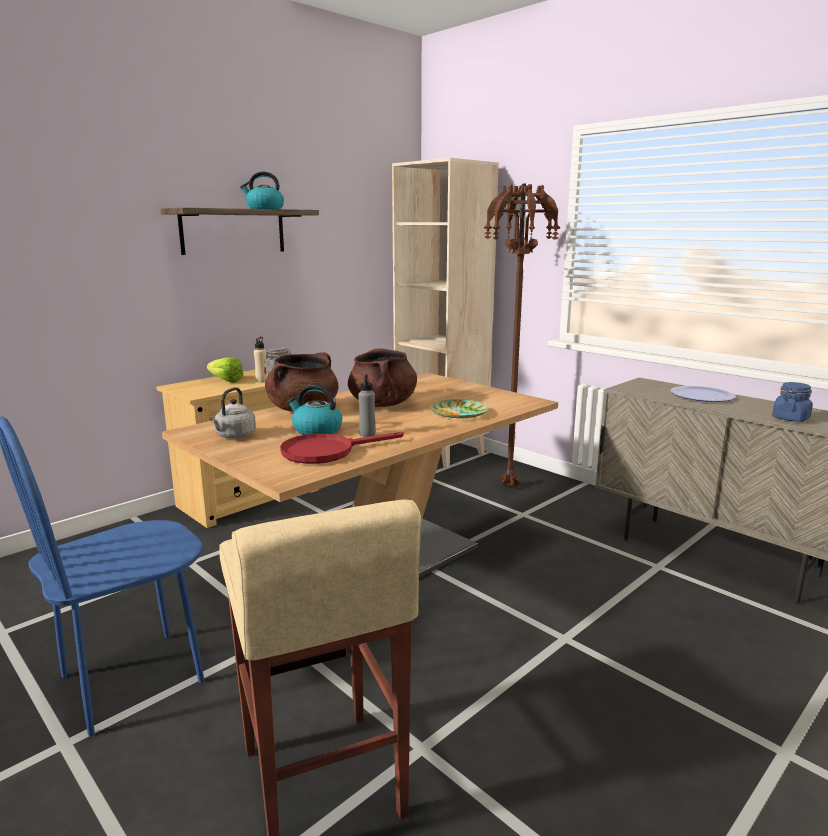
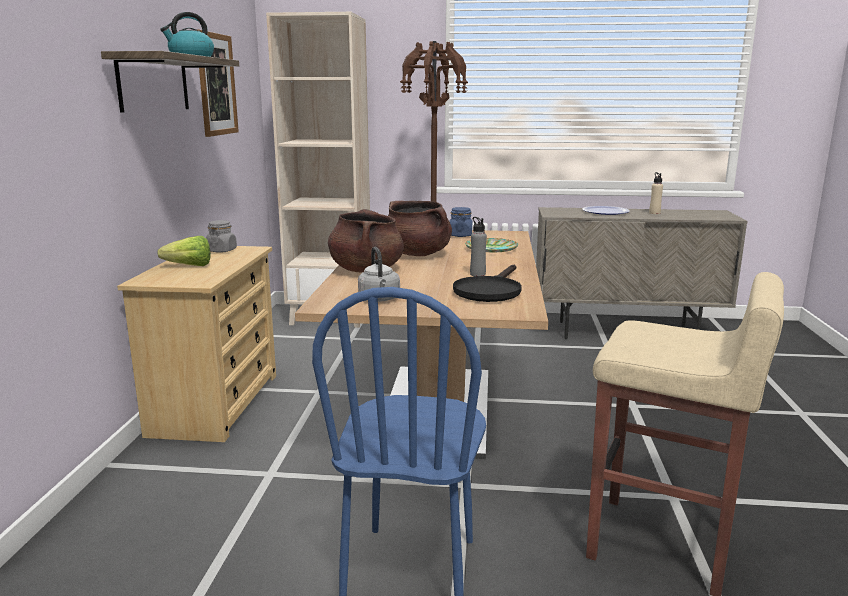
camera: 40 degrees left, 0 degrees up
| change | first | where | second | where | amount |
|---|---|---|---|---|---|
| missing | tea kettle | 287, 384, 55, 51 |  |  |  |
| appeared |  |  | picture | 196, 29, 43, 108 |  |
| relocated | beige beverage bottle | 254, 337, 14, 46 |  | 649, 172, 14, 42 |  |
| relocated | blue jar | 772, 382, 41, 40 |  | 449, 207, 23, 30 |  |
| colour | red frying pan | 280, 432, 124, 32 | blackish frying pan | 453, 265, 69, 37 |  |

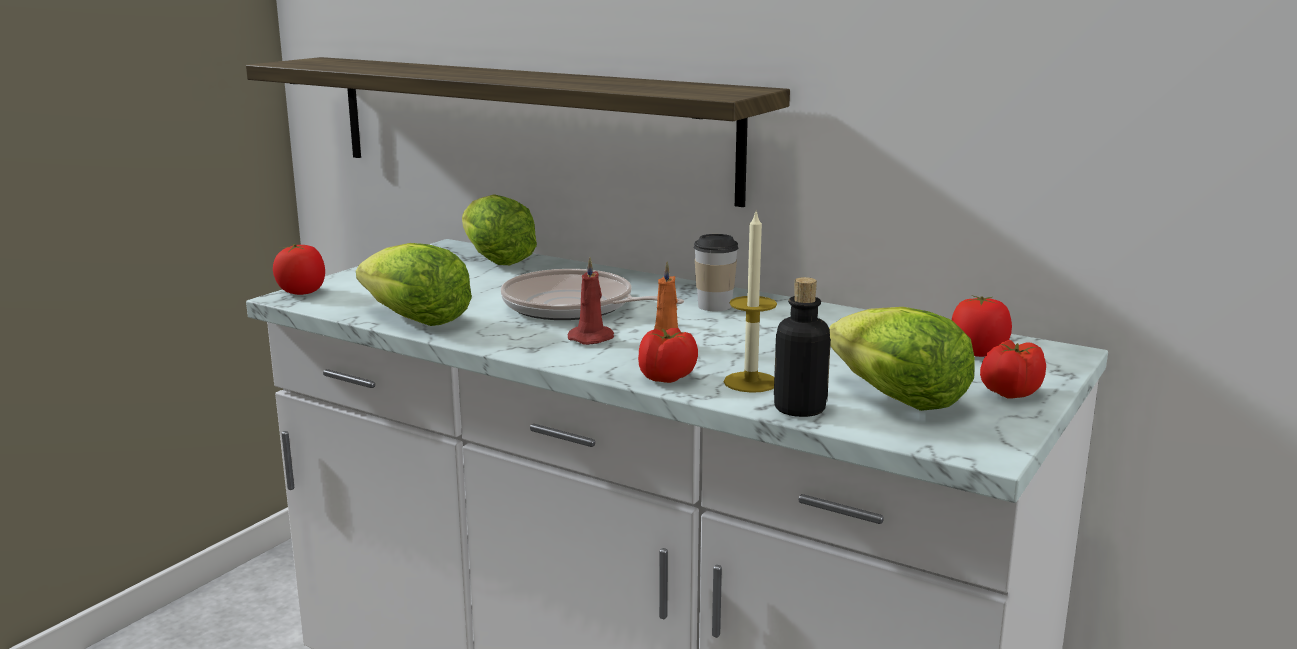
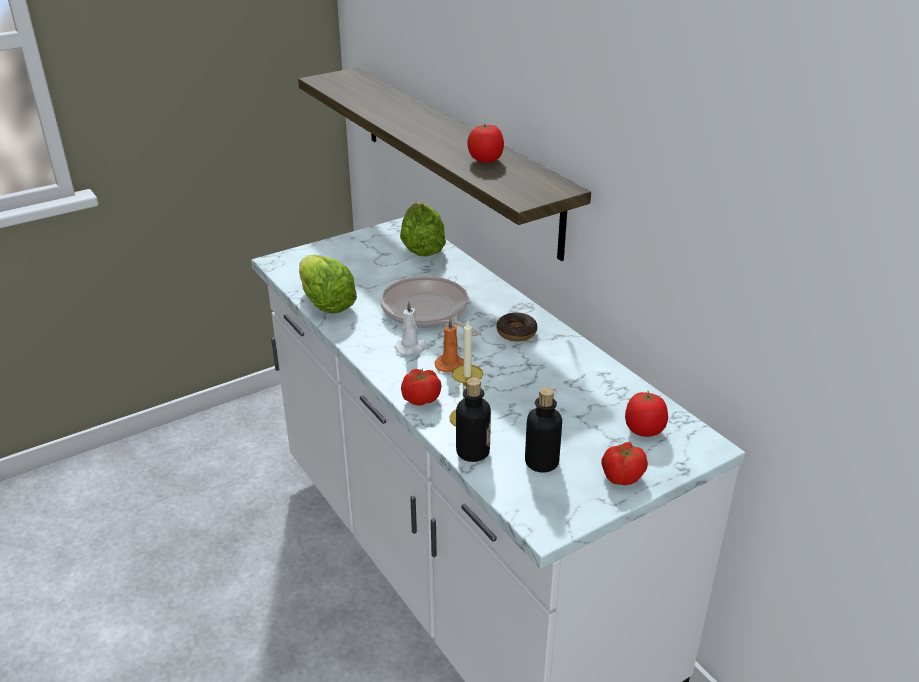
camera: 25 degrees right, 15 degrees up
| change | first | where | second | where | amount |
|---|---|---|---|---|---|
| relocated | whole tomato | 273, 244, 52, 51 |  | 467, 124, 37, 39 |  |
| exchanged | drinking cup | 694, 234, 44, 77 | ring doughnut | 496, 312, 41, 29 |  |
| exchanged | lettuce head | 829, 307, 146, 104 | beverage bottle | 525, 387, 37, 86 |  |
| colour | red candle | 567, 257, 47, 88 | white-coloured candle | 395, 301, 33, 54 |  |

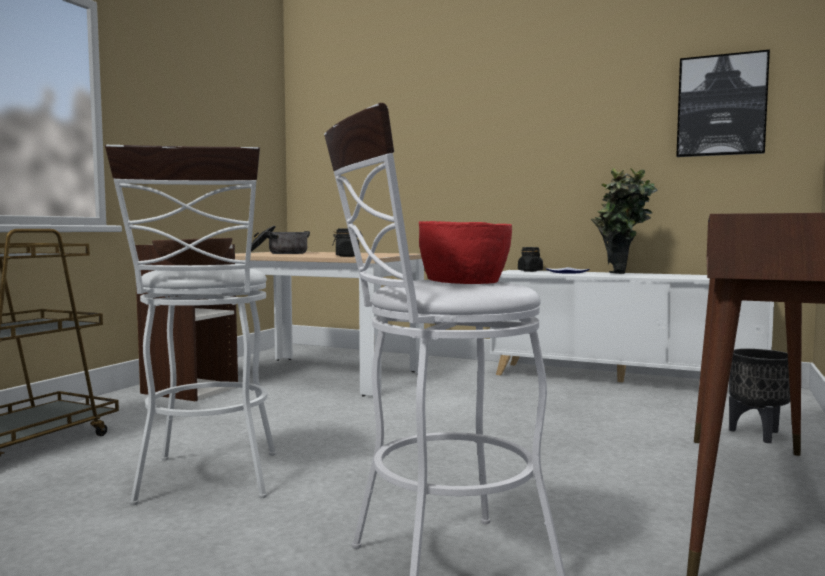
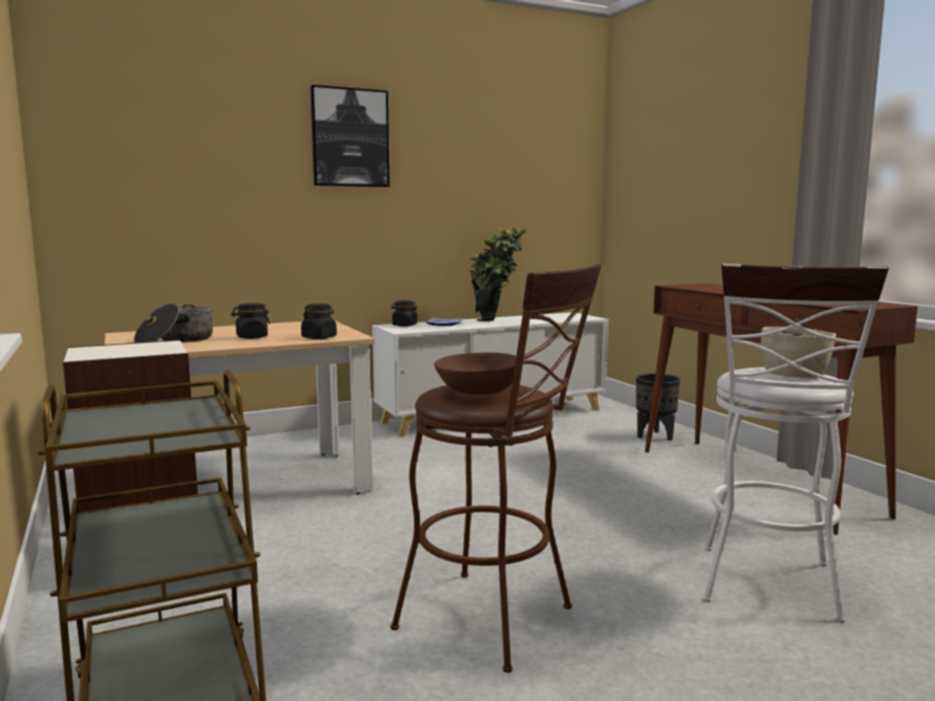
camera: 50 degrees left, 5 degrees up
| change | first | where | second | where | amount |
|---|---|---|---|---|---|
| appeared |  |  | blackish jar | 231, 303, 39, 36 |  |
| relocated | picture | 676, 49, 94, 108 |  | 310, 85, 80, 102 |  |
| colour | white-coloured stool | 105, 145, 171, 360 | brownish stool | 391, 264, 211, 409 |  |
| colour | red bowl | 419, 221, 93, 63 | beige bowl | 761, 327, 75, 51 |  |

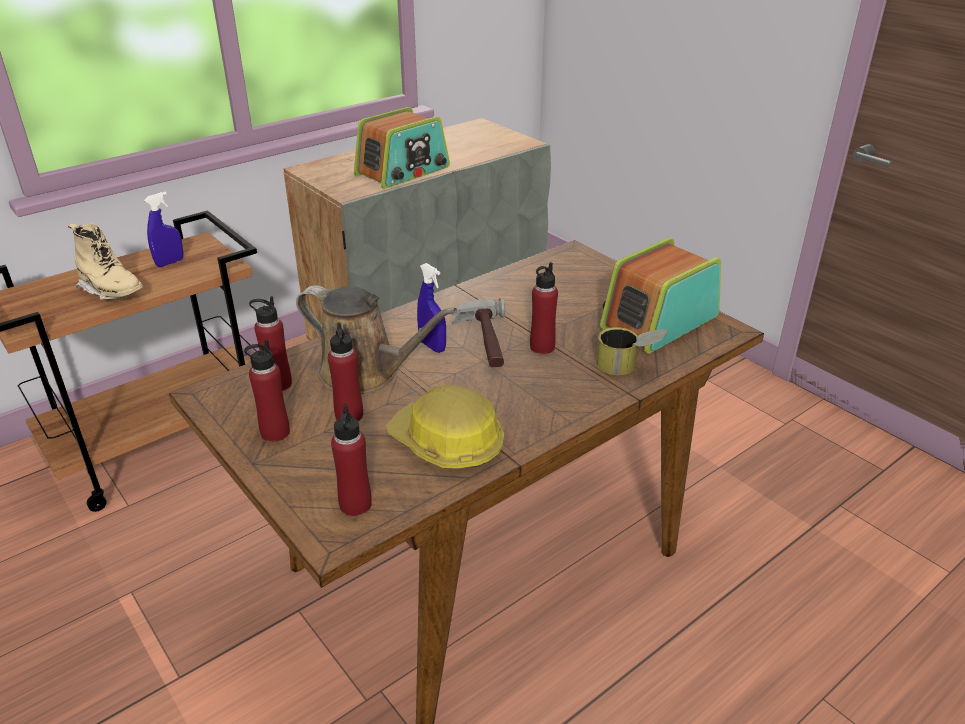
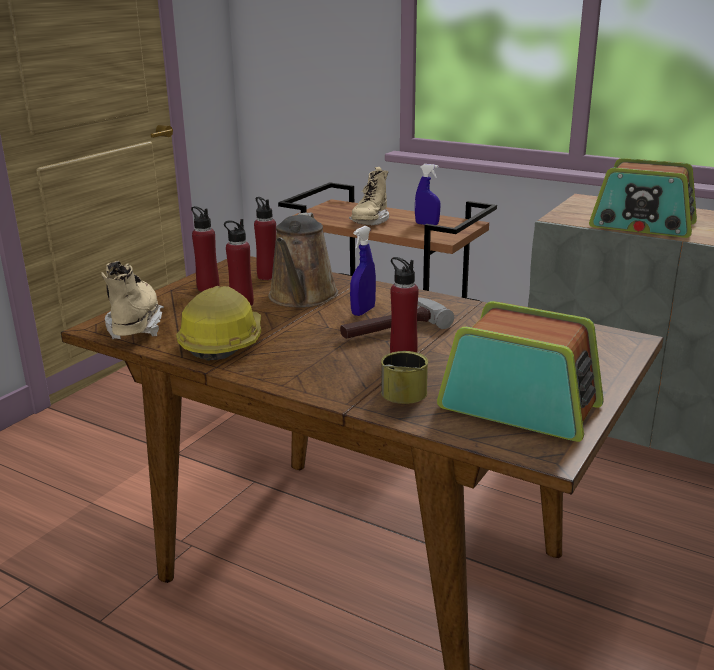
camera: 70 degrees right, 10 degrees down
| change | first | where | second | where | amount |
|---|---|---|---|---|---|
| exchanged | red beverage bottle | 331, 404, 41, 112 | beige high-top boot | 102, 261, 62, 78 |  |

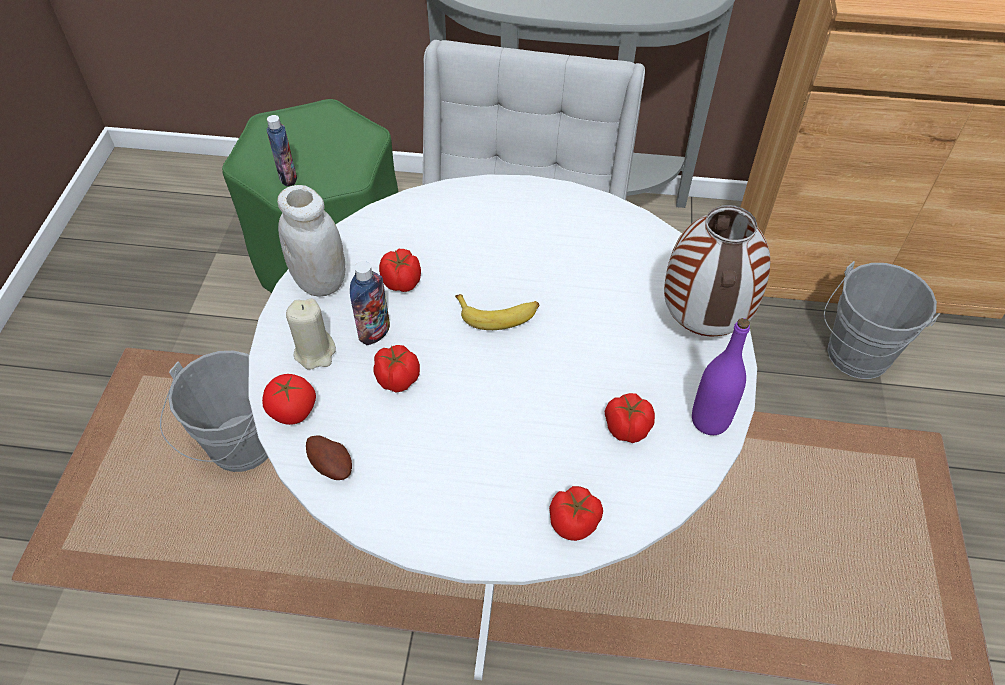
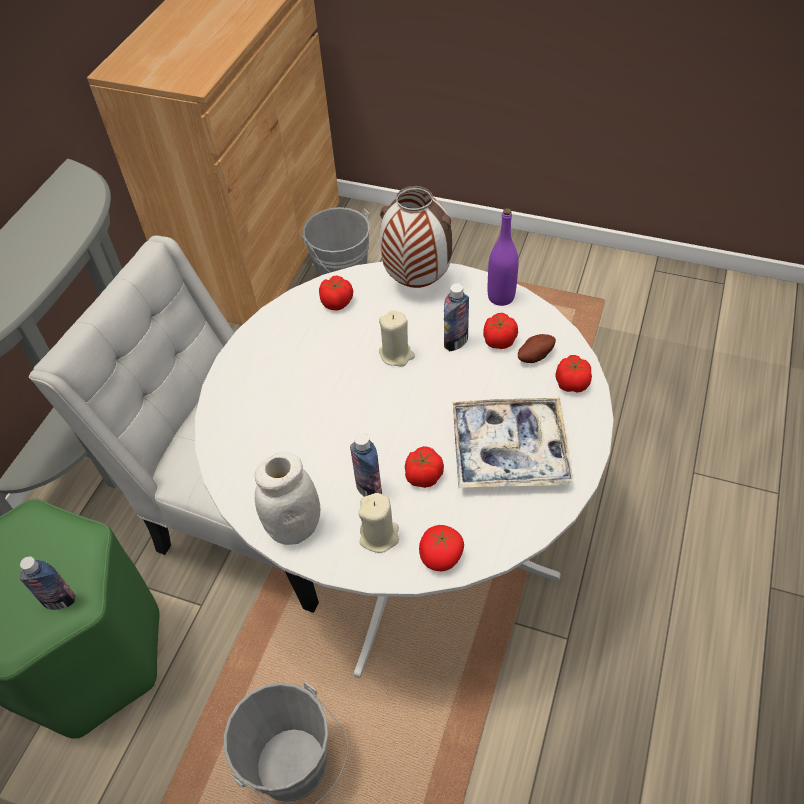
camera: 75 degrees left, 0 degrees up
| change | first | where | second | where | amount |
|---|---|---|---|---|---|
| missing | banana | 455, 294, 84, 36 |  |  |  |
| appeared |  |  | beige candle | 379, 310, 36, 57 |  |
| appeared |  |  | beverage bottle | 444, 283, 25, 68 |  |
| appeared |  |  | tray | 453, 398, 120, 90 |  |
| relocated | spud | 306, 435, 46, 45 |  | 518, 334, 38, 29 |  |
| relocated | whole tomato | 379, 249, 42, 43 |  | 319, 275, 34, 35 |  |

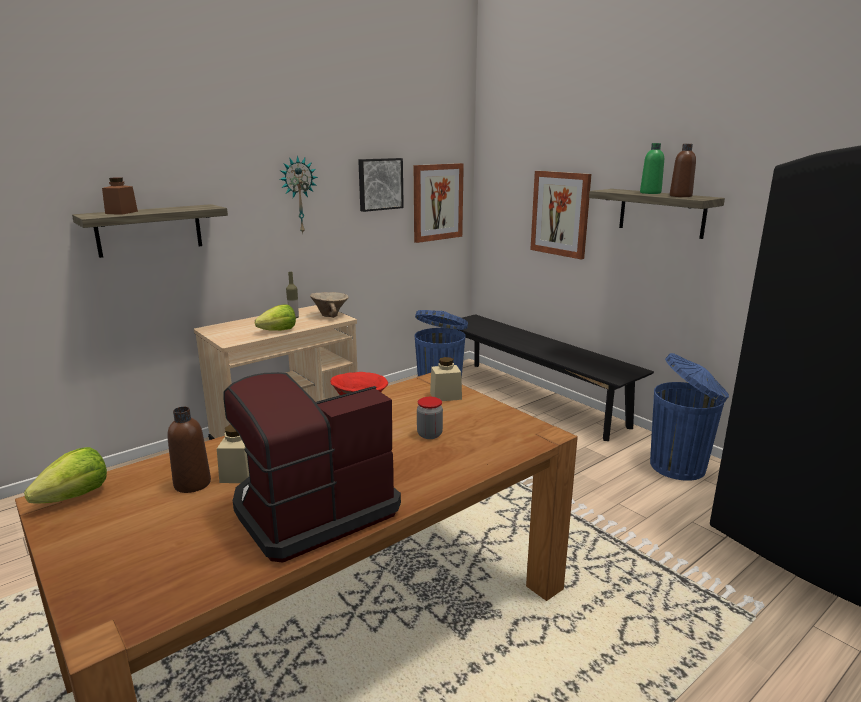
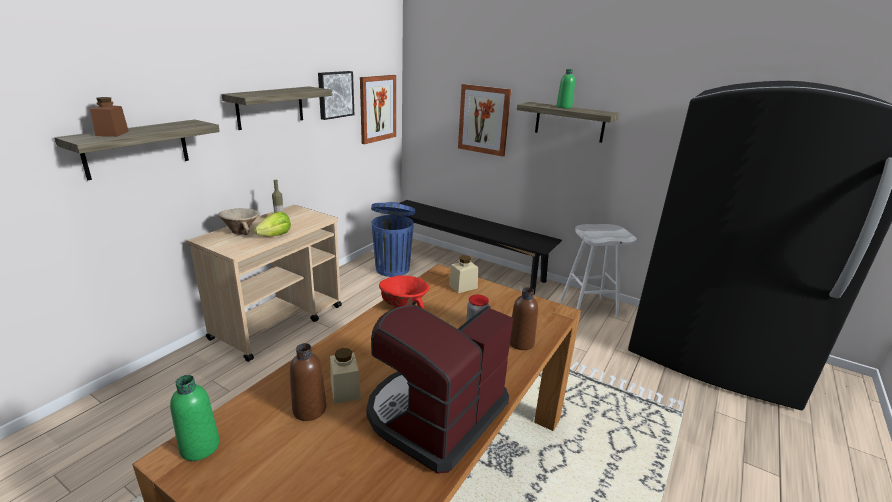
camera: 20 degrees left, 5 degrees up
| change | first | where | second | where | amount |
|---|---|---|---|---|---|
| relocated | beige bowl | 310, 292, 39, 26 |  | 218, 208, 41, 27 |  |
| relocated | brownish beverage bottle | 670, 144, 26, 53 |  | 510, 287, 28, 63 |  |
| exchanged | lettuce head | 24, 447, 83, 56 | green-coloured beverage bottle | 170, 375, 50, 86 |  |
| exchanged | wall clock | 280, 155, 38, 78 | shelf | 221, 86, 111, 44 |  |
| exchanged | blue trash can | 650, 353, 79, 128 | white-coloured stool | 560, 224, 77, 94 |  |

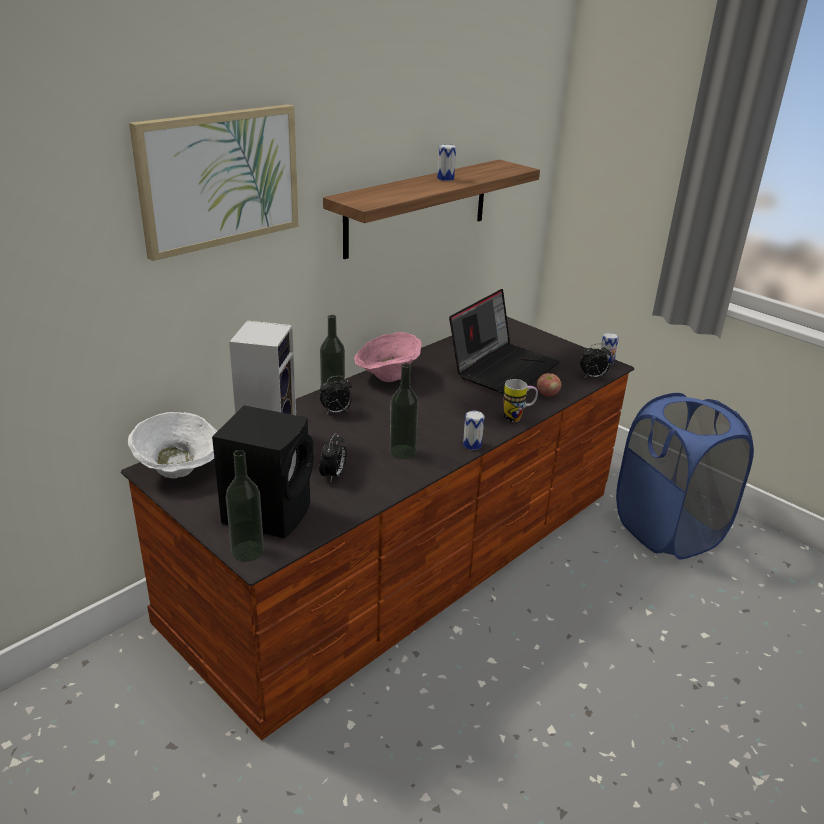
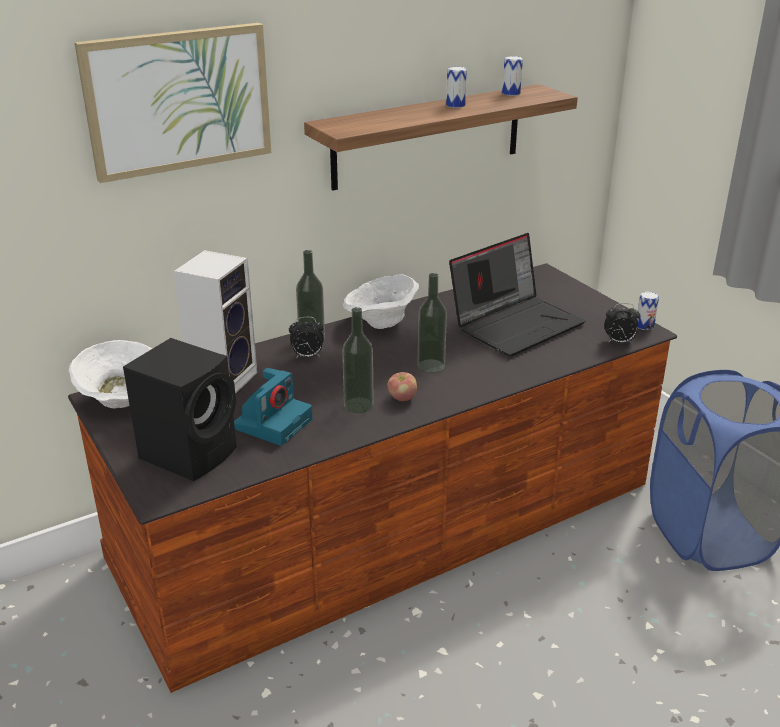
camera: 15 degrees right, 0 degrees up
| change | first | where | second | where | amount |
|---|---|---|---|---|---|
| missing | tea mug | 503, 379, 35, 43 |  |  |  |
| relocated | beverage bottle | 226, 450, 38, 112 |  | 417, 273, 30, 100 |  |
| relocated | metal can | 463, 411, 22, 39 |  | 502, 56, 21, 40 |  |
| relocated | apple fruit | 537, 373, 24, 24 |  | 387, 372, 30, 29 |  |
| exchanged | bedside clock | 319, 433, 28, 48 | still camera | 234, 368, 78, 78 |  |
| colour | pink-coloured bowl | 354, 332, 68, 50 | white-coloured bowl | 343, 274, 76, 55 |  |

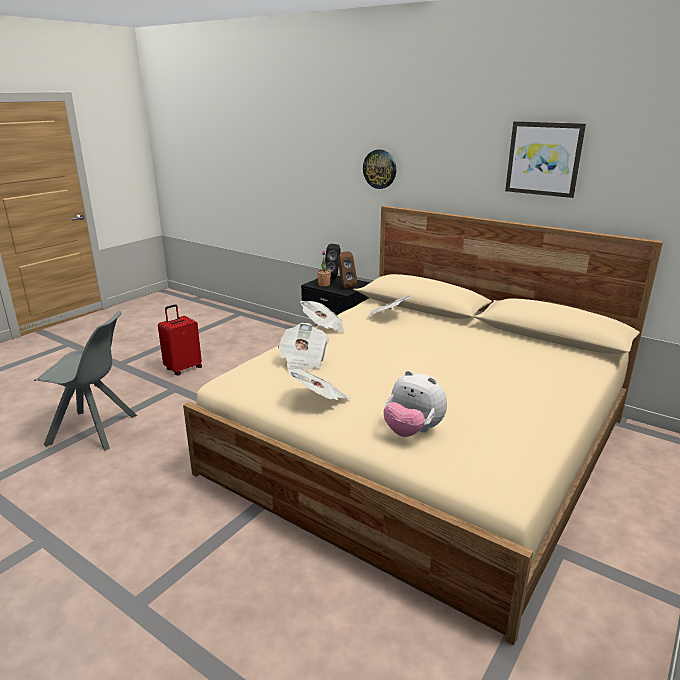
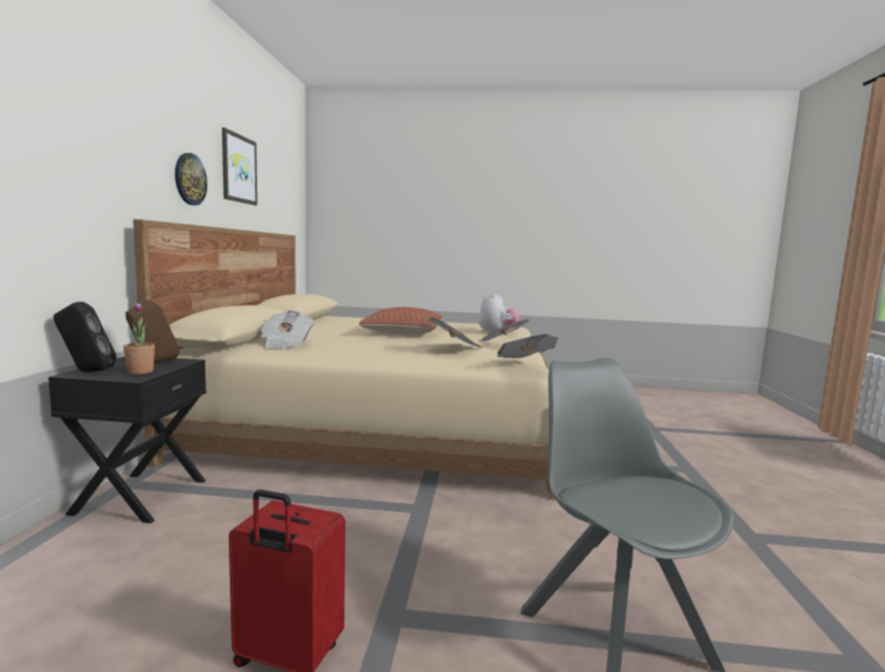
camera: 120 degrees left, 15 degrees down
| change | first | where | second | where | amount |
|---|---|---|---|---|---|
| appeared |  |  | pillow | 359, 307, 84, 28 |  |
| relocated | newspaper | 300, 301, 44, 31 |  | 496, 334, 62, 24 |  |
| relocated | wall clock | 363, 150, 33, 39 |  | 175, 153, 32, 52 |  |

